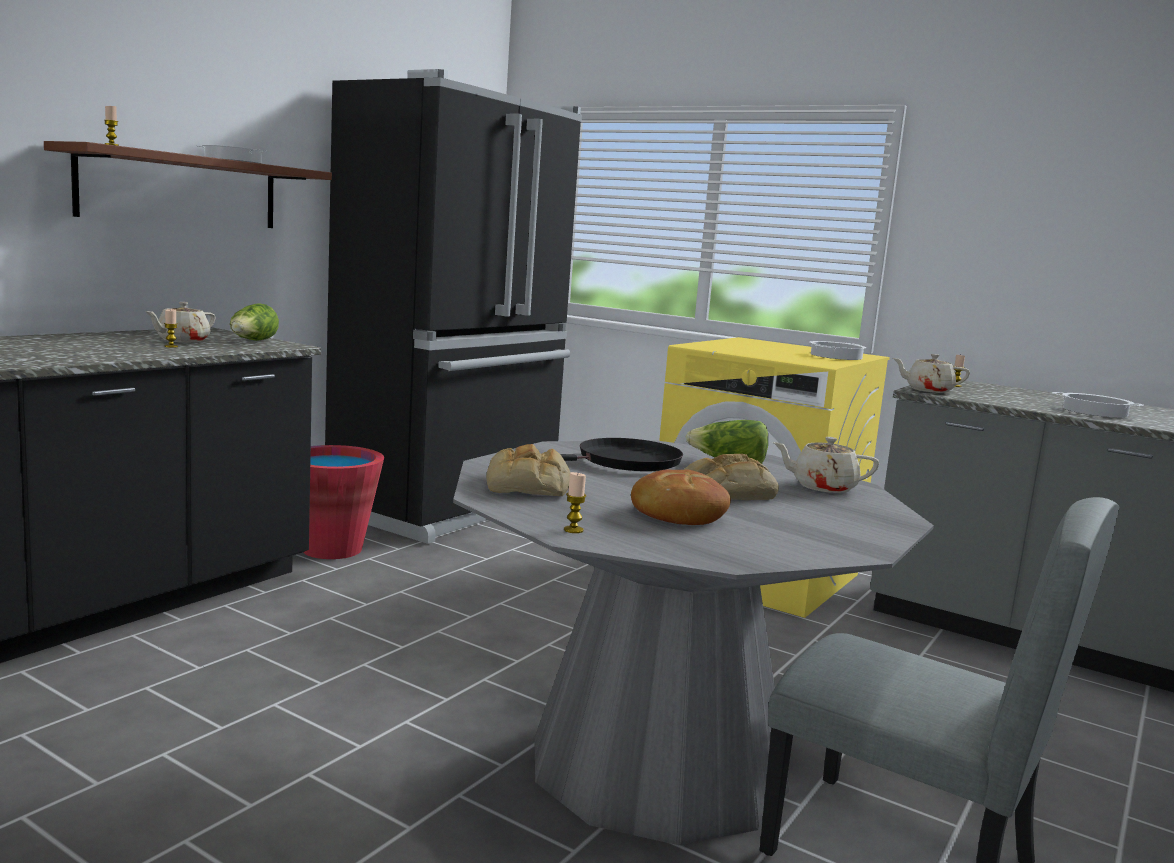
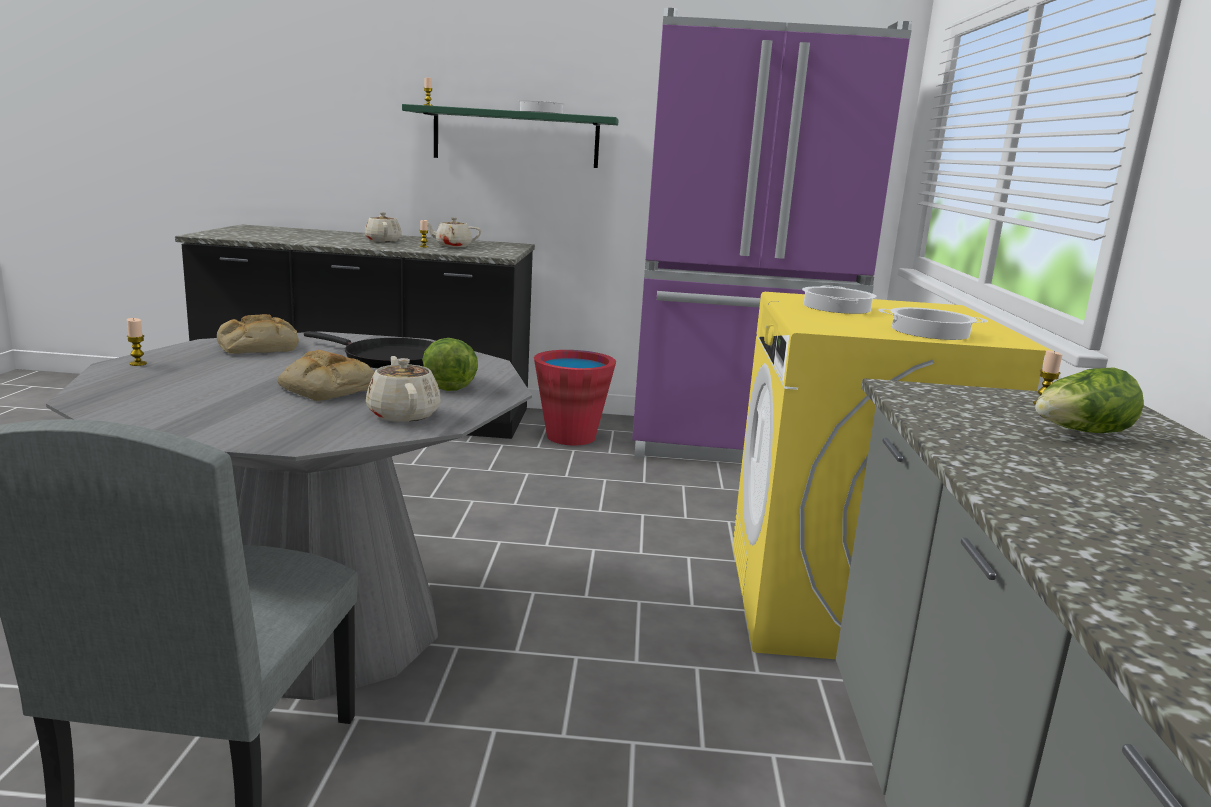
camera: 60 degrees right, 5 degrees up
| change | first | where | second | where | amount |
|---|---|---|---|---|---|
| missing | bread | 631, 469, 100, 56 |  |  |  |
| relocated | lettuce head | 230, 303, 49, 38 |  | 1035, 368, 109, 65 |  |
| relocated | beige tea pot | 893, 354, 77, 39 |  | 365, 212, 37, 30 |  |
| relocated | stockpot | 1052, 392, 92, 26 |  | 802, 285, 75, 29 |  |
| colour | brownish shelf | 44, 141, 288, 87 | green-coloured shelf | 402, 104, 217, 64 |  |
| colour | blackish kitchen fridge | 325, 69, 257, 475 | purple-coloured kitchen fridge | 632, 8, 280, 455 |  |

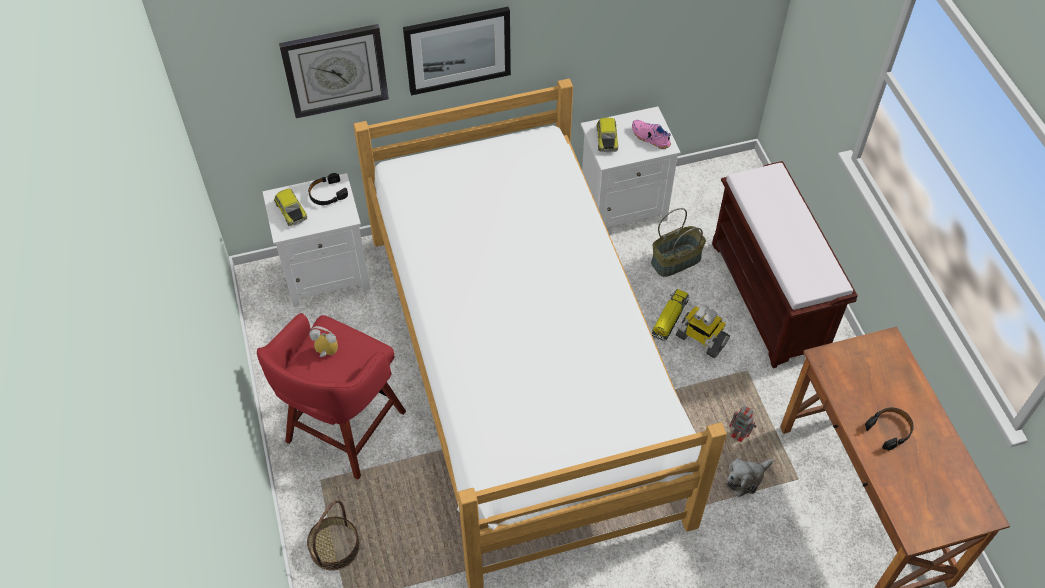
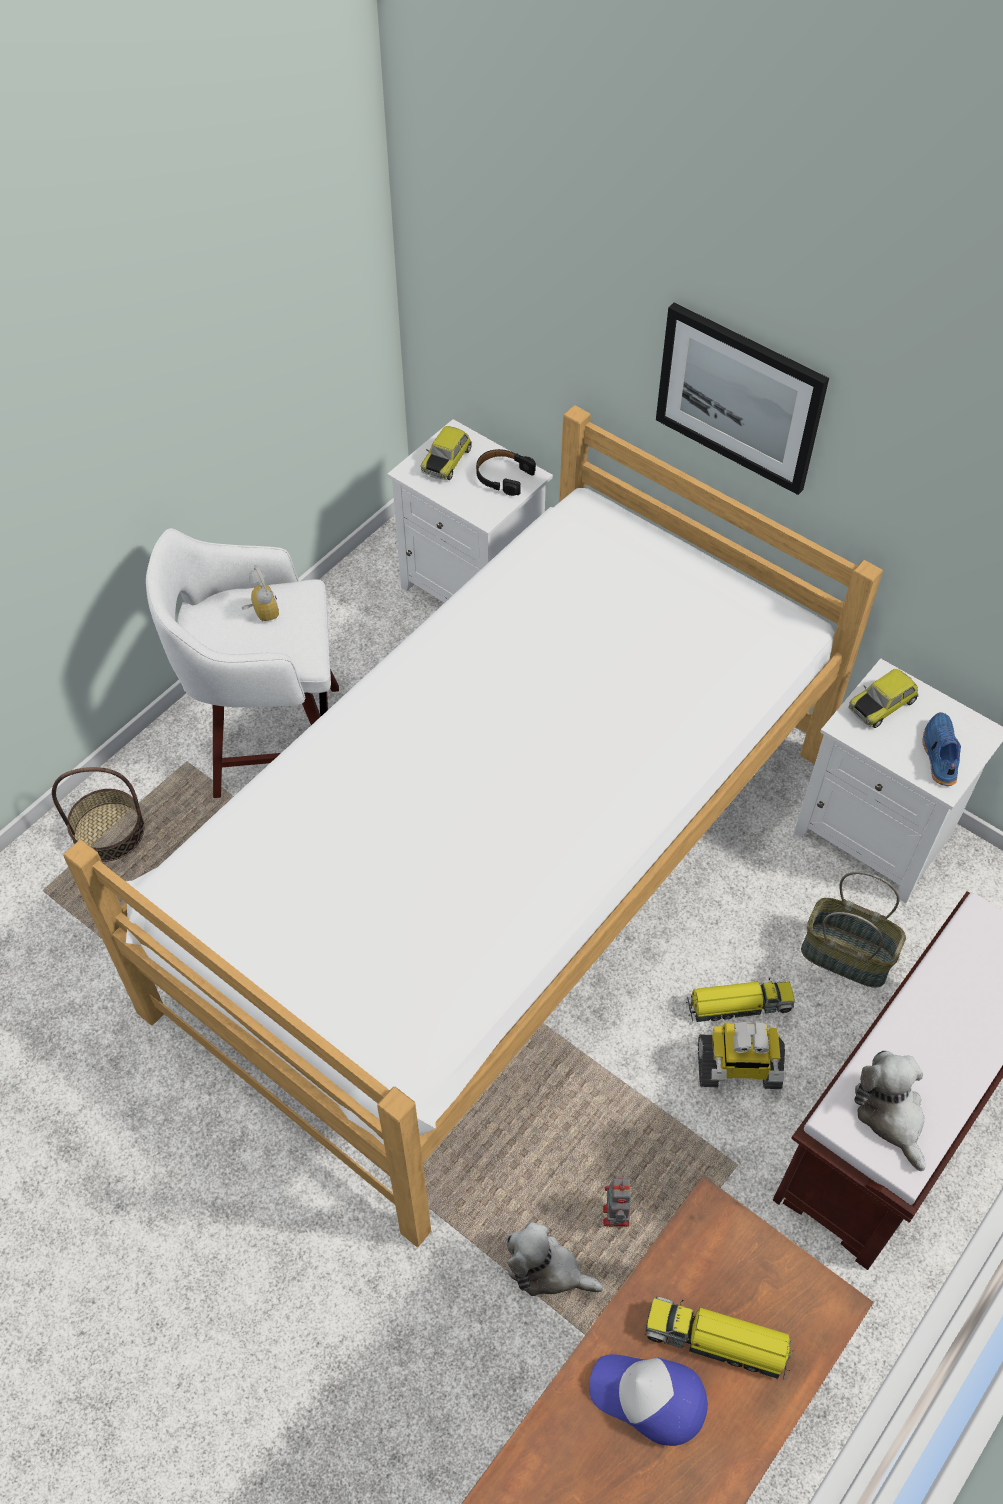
camera: 55 degrees right, 0 degrees up
| change | first | where | second | where | amount |
|---|---|---|---|---|---|
| missing | wall clock | 279, 24, 110, 94 |  |  |  |
| appeared |  |  | toy truck | 645, 1297, 149, 82 |  |
| appeared |  |  | soft toy | 854, 1050, 72, 121 |  |
| exchanged | blackish headphones | 865, 408, 48, 43 | baseball cap | 589, 1354, 119, 92 |  |
| colour | red stool | 257, 313, 149, 166 | white-coloured stool | 146, 528, 193, 270 |  |
| colour | pink-coloured item of footwear | 632, 120, 39, 29 | blue item of footwear | 922, 712, 39, 74 |  |
| spun | robot figure | 676, 305, 54, 53 |  | 698, 1022, 87, 67 | 90 degrees counterclockwise |

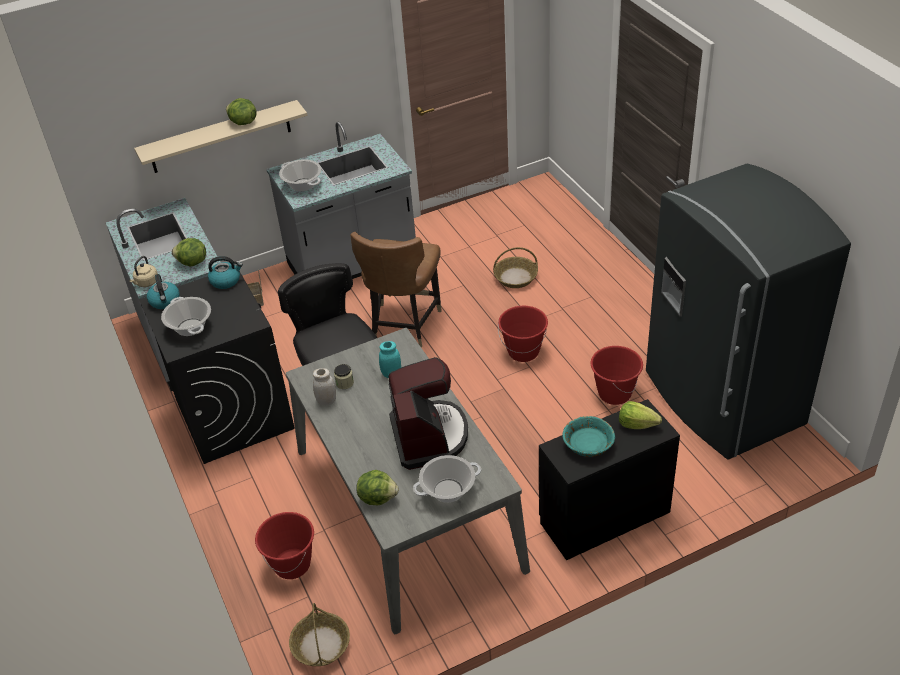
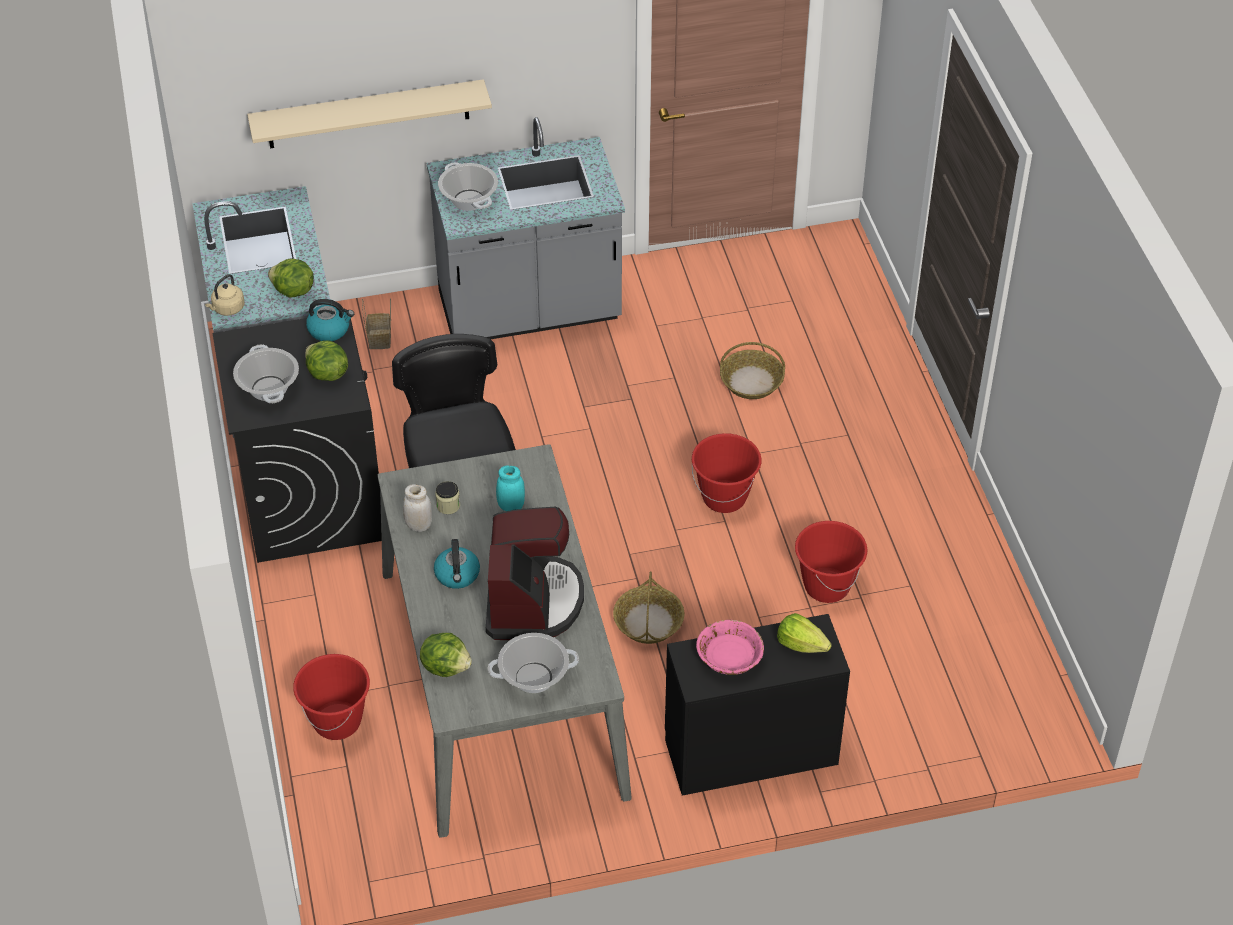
camera: 10 degrees right, 5 degrees up
| change | first | where | second | where | amount |
|---|---|---|---|---|---|
| missing | brownish plain chair | 350, 232, 92, 115 |  |  |  |
| missing | grey kitchen fridge | 646, 164, 205, 295 |  |  |  |
| relocated | tea kettle | 147, 274, 33, 35 |  | 434, 539, 46, 50 |  |
| relocated | lettuce head | 226, 98, 31, 27 |  | 305, 341, 43, 40 |  |
| relocated | storage basket | 289, 603, 61, 63 |  | 613, 571, 71, 73 |  |
| colour | turquoise-coloured bowl | 562, 416, 53, 41 | pink-coloured bowl | 696, 619, 68, 56 |  |

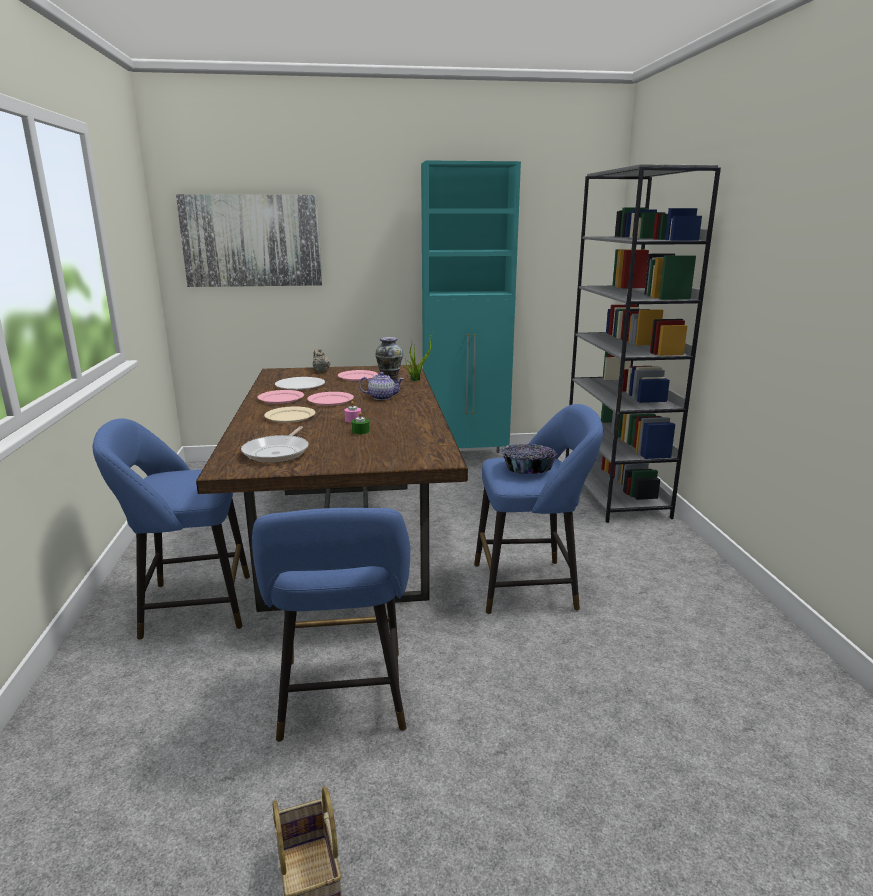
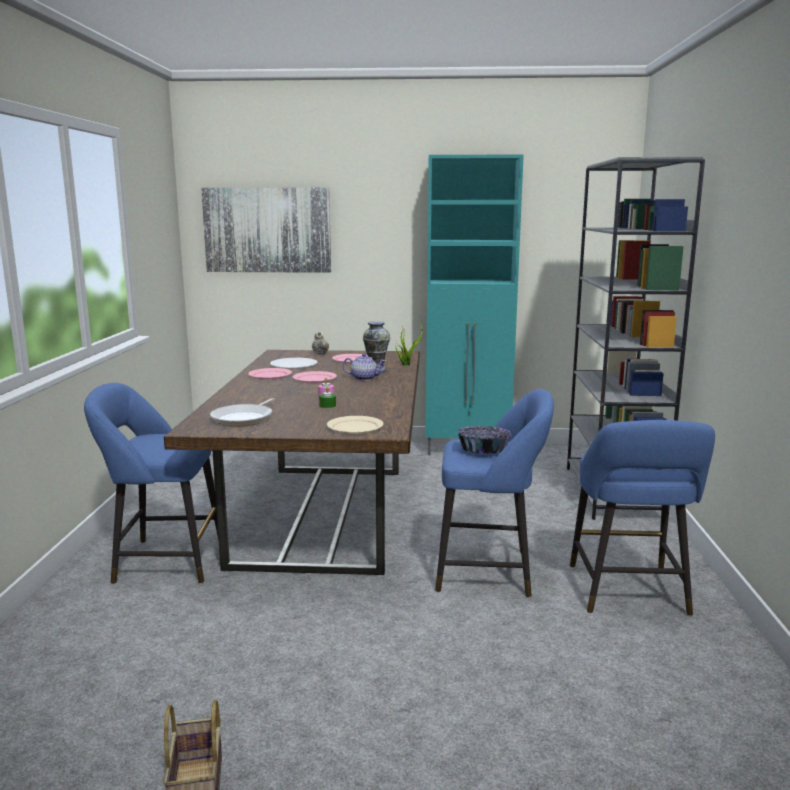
camera: 10 degrees right, 5 degrees down
| change | first | where | second | where | amount |
|---|---|---|---|---|---|
| relocated | blue stool | 252, 508, 158, 234 |  | 570, 420, 145, 196 |  |
| relocated | beige dinner plate | 264, 407, 51, 16 |  | 327, 416, 56, 18 |  |

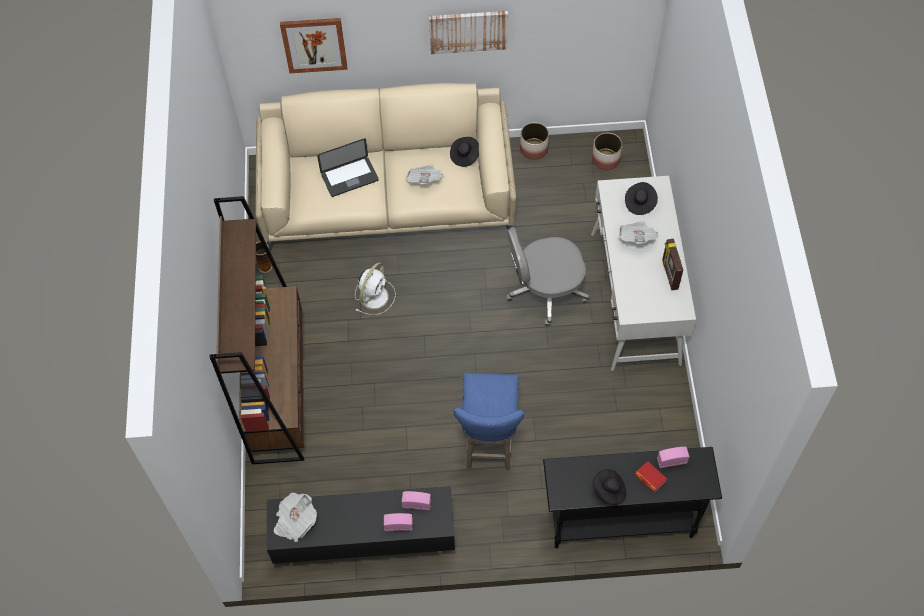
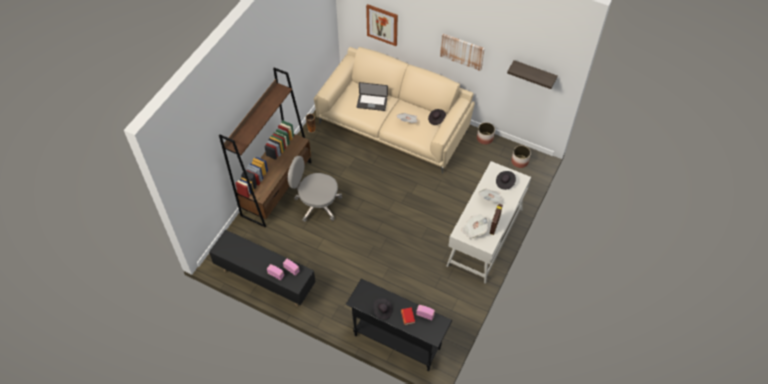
camera: 30 degrees right, 5 degrees down
| change | first | where | second | where | amount |
|---|---|---|---|---|---|
| missing | white-coloured fan | 355, 262, 41, 53 |  |  |  |
| missing | blue stool | 453, 373, 71, 98 |  |  |  |
| appeared |  |  | shelf | 507, 60, 50, 29 |  |
| relocated | newspaper | 274, 492, 43, 50 |  | 461, 214, 28, 25 |  |
| relocated | grey office chair | 506, 227, 83, 100 |  | 288, 156, 54, 66 |  |

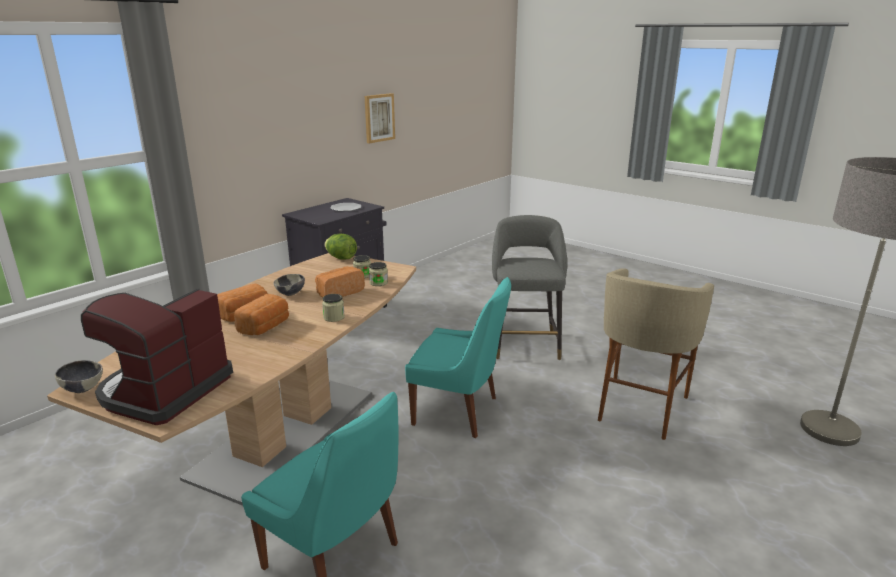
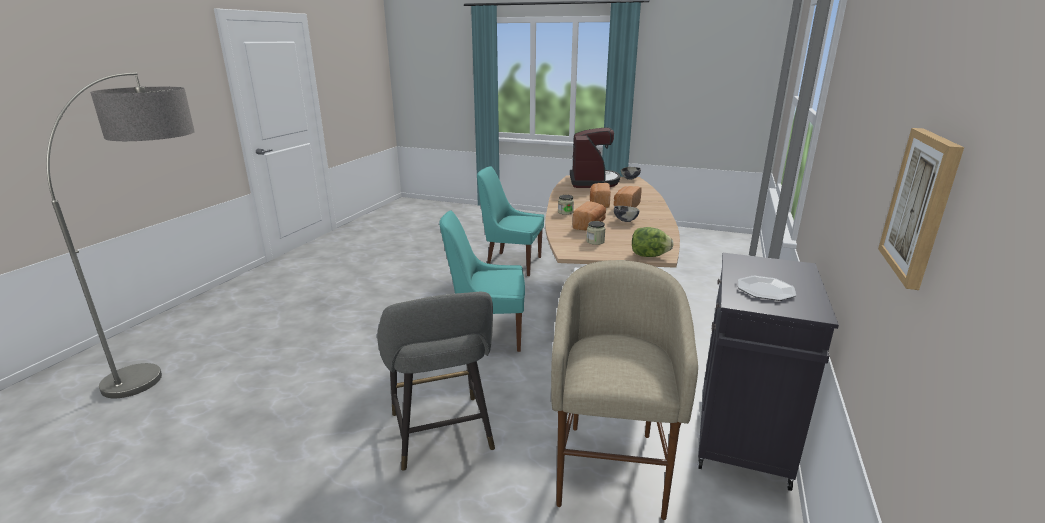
camera: 160 degrees right, 0 degrees up
| change | first | where | second | where | amount |
|---|---|---|---|---|---|
| missing | jar | 369, 262, 19, 24 |  |  |  |
| relocated | beige stool | 598, 268, 116, 172 |  | 551, 260, 147, 260 |  |

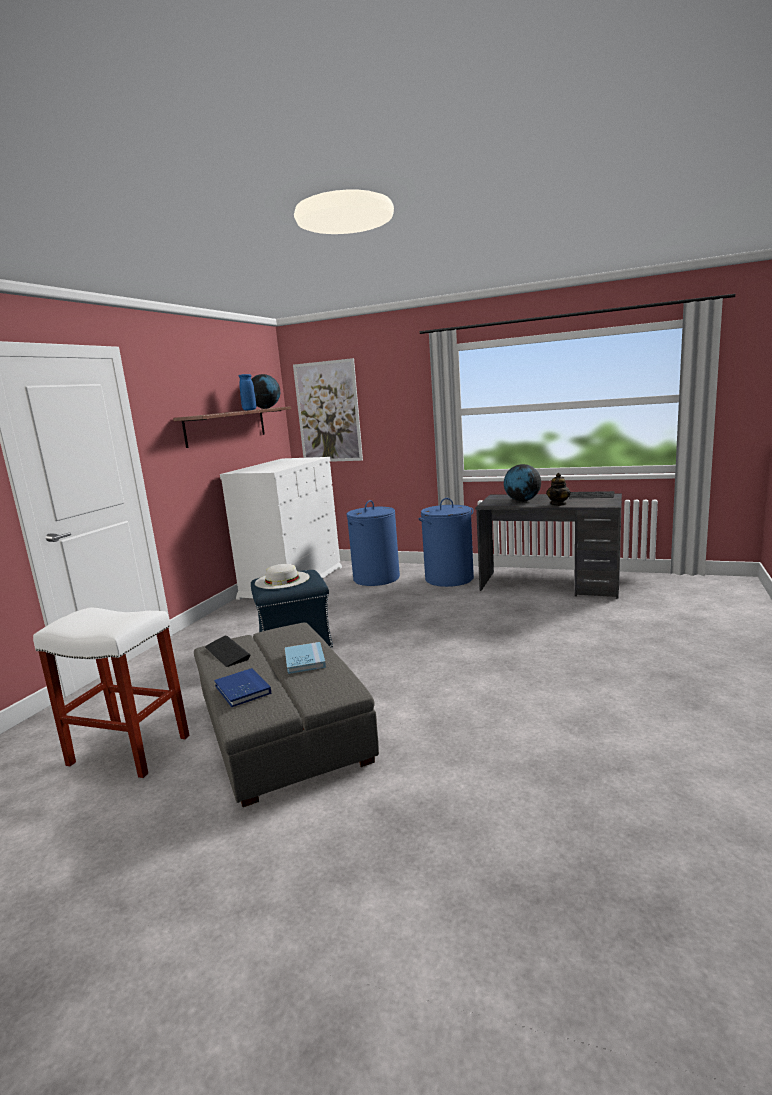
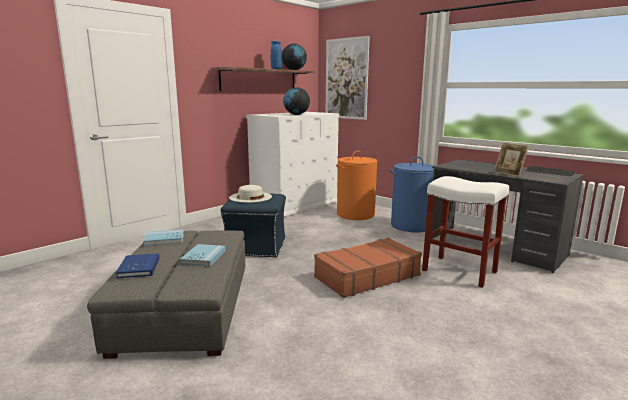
camera: 20 degrees right, 0 degrees up
| change | first | where | second | where | amount |
|---|---|---|---|---|---|
| appeared |  |  | brownish suitcase | 314, 238, 108, 60 |  |
| relocated | white-coloured stool | 33, 607, 156, 171 |  | 422, 176, 87, 112 |  |
| relocated | world globe | 504, 464, 37, 38 |  | 283, 87, 27, 28 |  |
| exchanged | PC keyboard | 205, 636, 46, 31 | blue volume | 143, 229, 41, 17 |  |
| exchanged | tea pot | 546, 473, 25, 33 | picture frame | 494, 143, 35, 34 |  |
| colour | blue laundry basket | 347, 500, 53, 86 | orangey laundry basket | 336, 151, 41, 69 |  |

